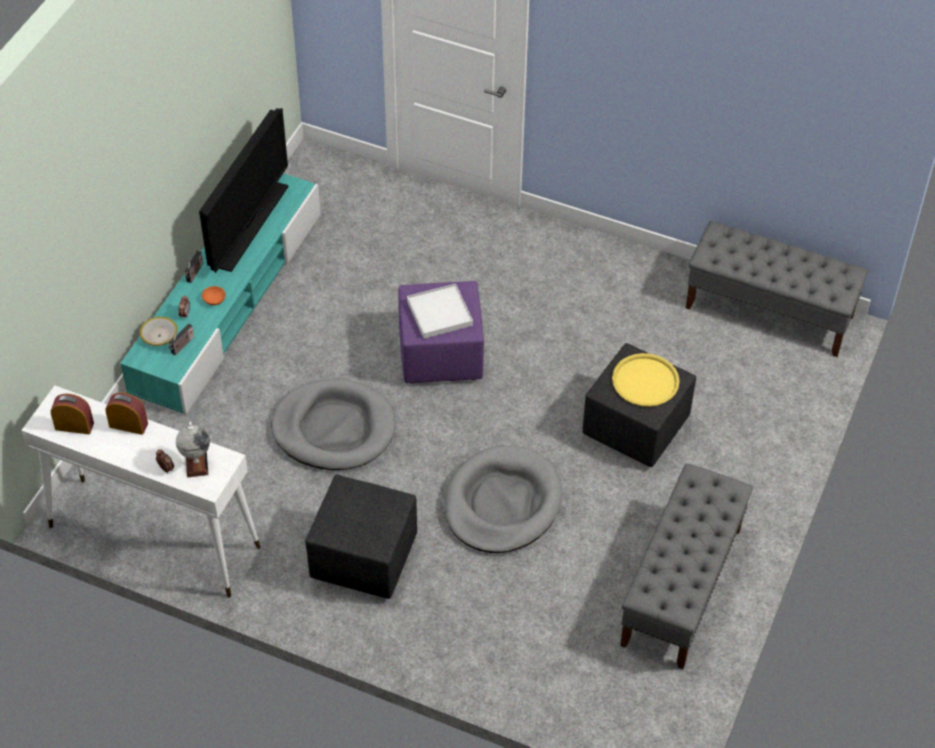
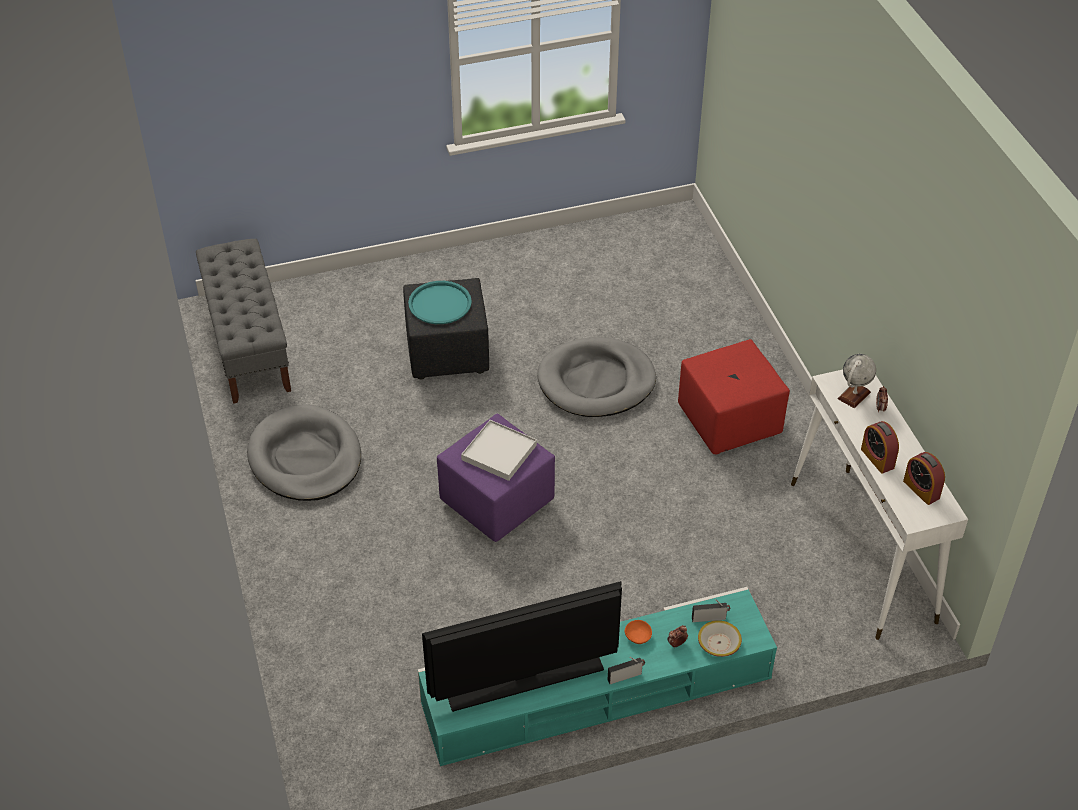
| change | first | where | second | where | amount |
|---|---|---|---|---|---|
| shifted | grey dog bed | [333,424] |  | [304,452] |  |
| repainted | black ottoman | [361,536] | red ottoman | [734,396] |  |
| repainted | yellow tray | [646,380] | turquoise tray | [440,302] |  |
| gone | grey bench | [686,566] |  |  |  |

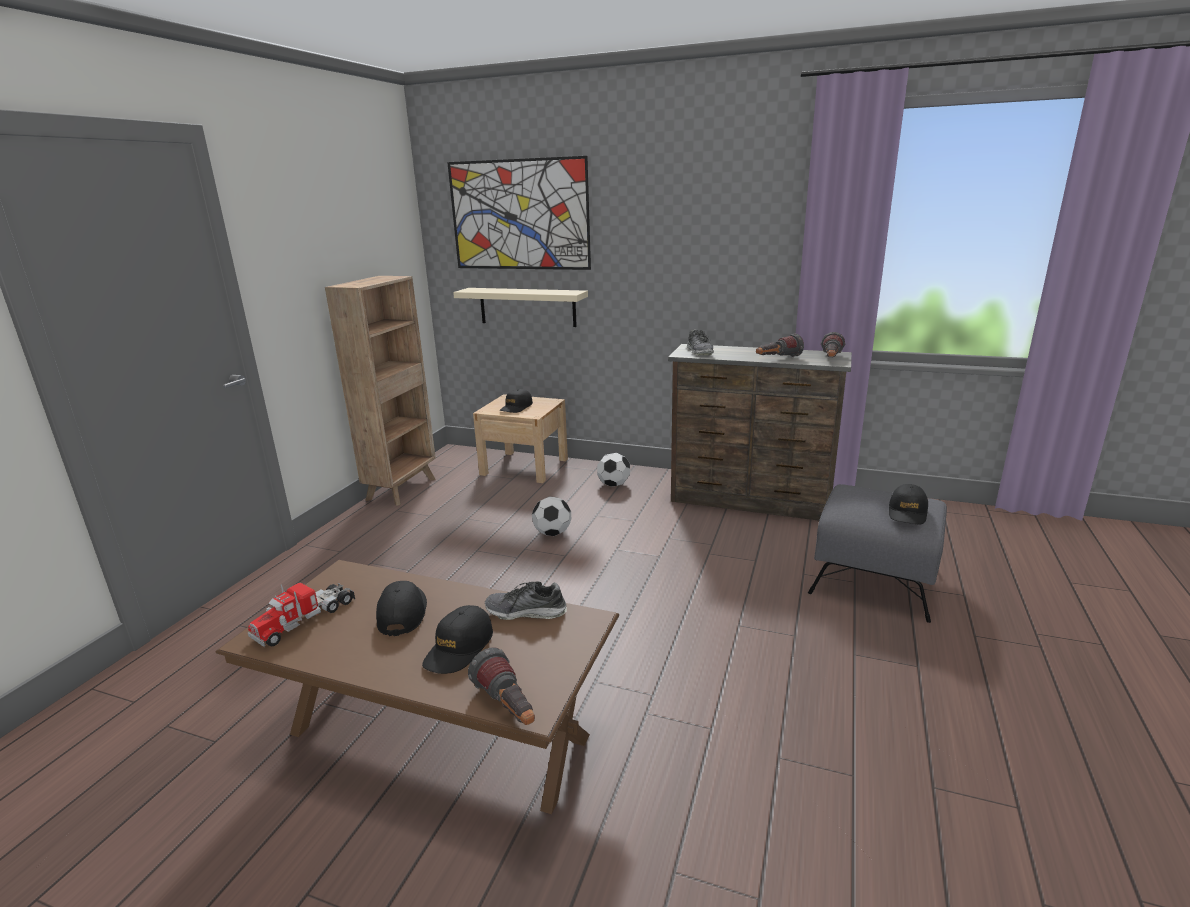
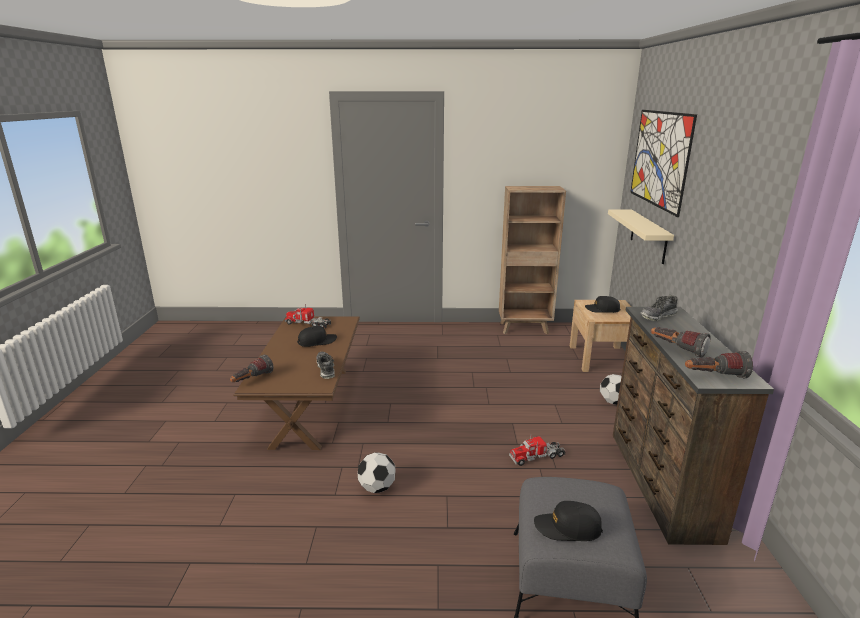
| change | first | where | second | where | amount |
|---|---|---|---|---|---|
| gone | black cap | [457,639] |  |  |  |
| shifted | football | [551,516] |  | [376,472] |  |
| new |  |  | toy truck | [537,451] |  |

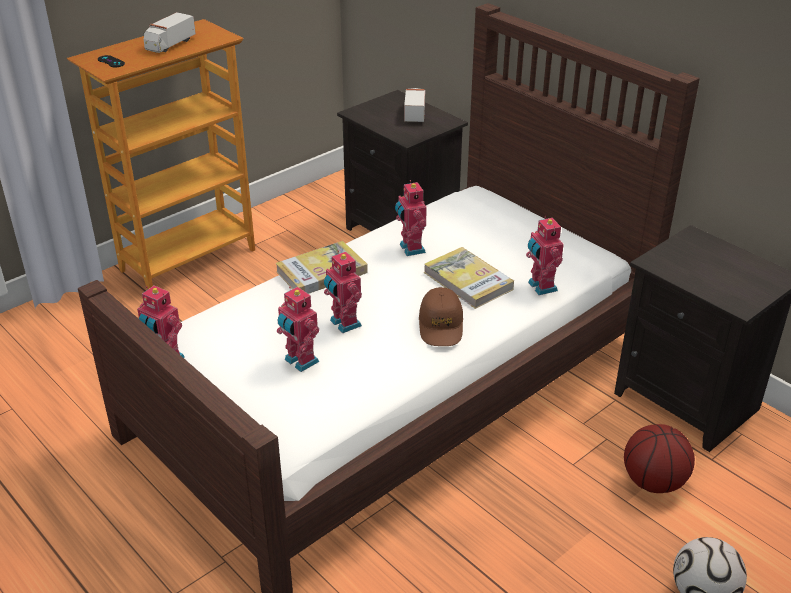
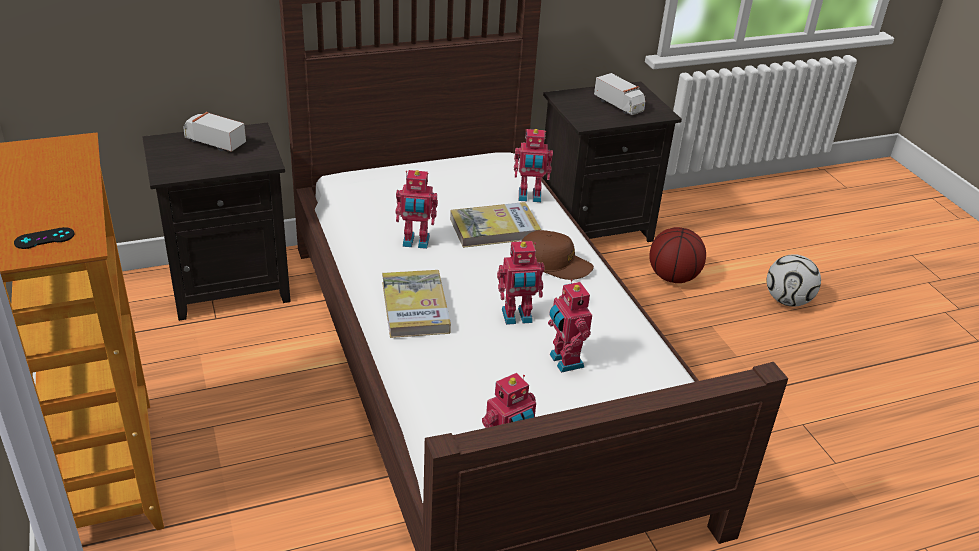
| change | first | where | second | where | amount |
|---|---|---|---|---|---|
| shifted | toy truck | [170,32] |  | [619,94] |  |
| rotated | toy robot | [298,329] |  | [570,326] | 90 degrees clockwise |

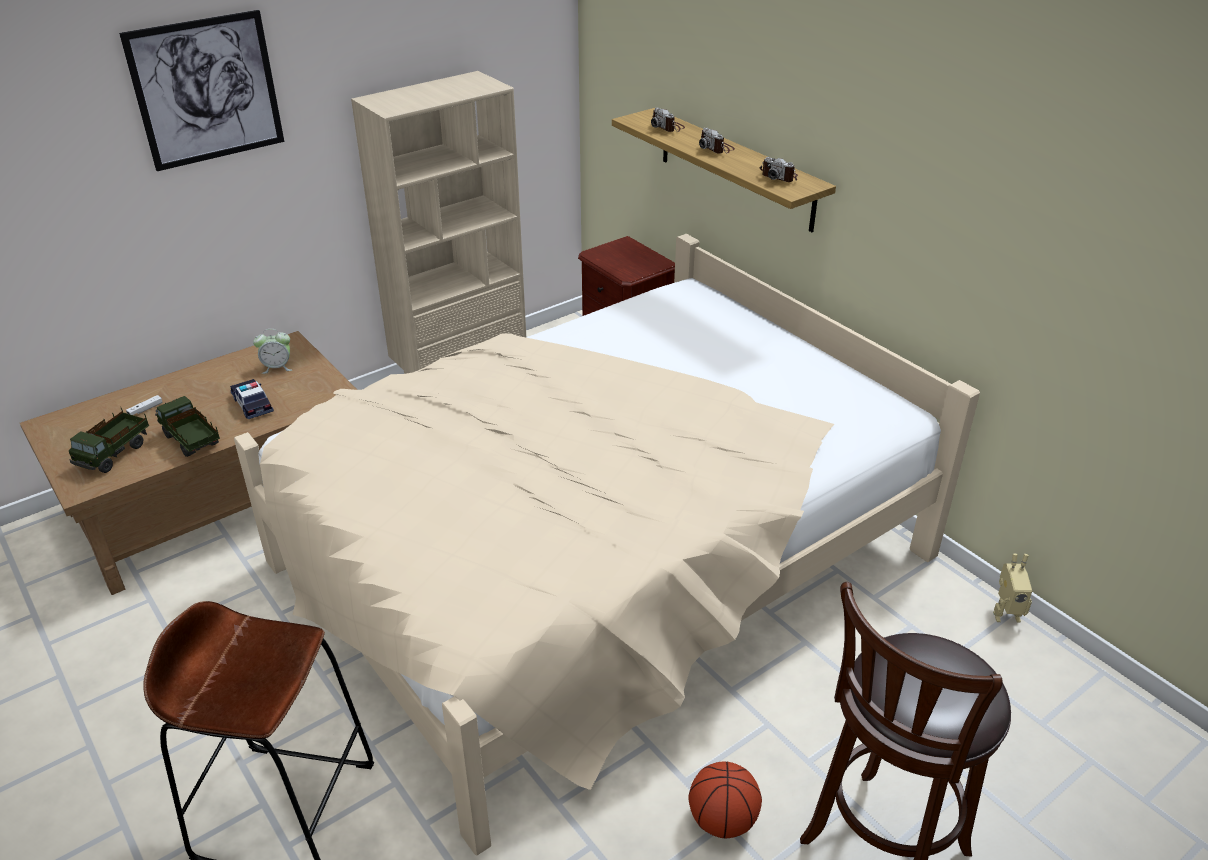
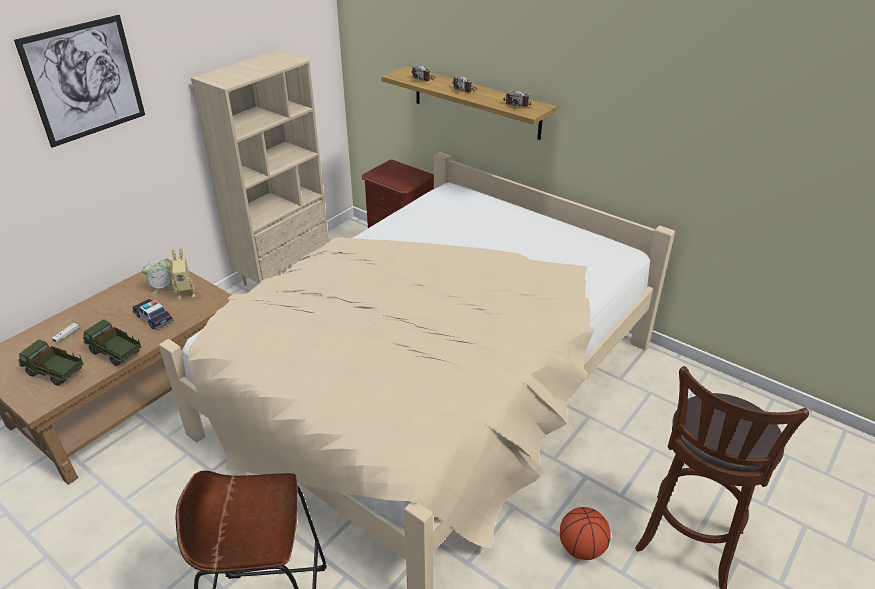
| change | first | where | second | where | amount |
|---|---|---|---|---|---|
| rotated | toy truck | [109,440] |  | [50,363] | 105 degrees clockwise |
| shifted | toy robot | [1012,588] |  | [183,274] |  |

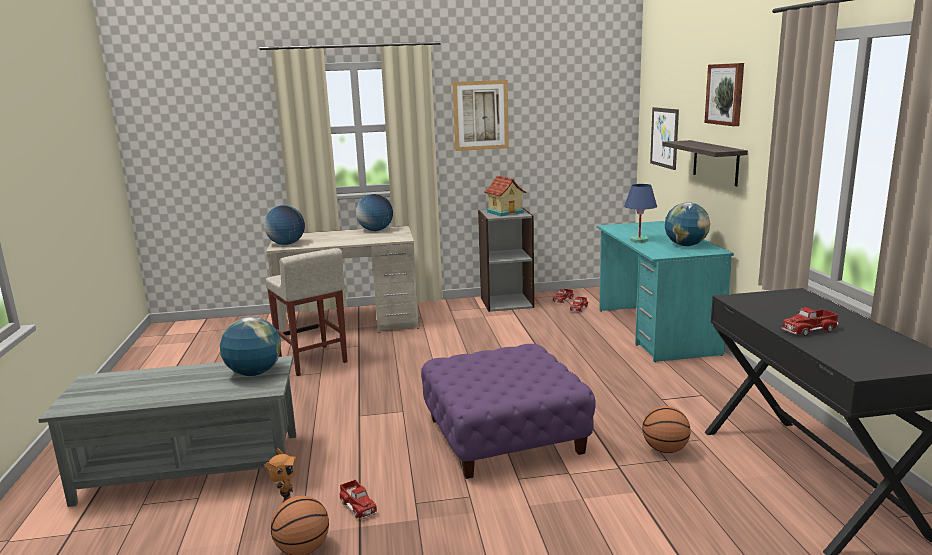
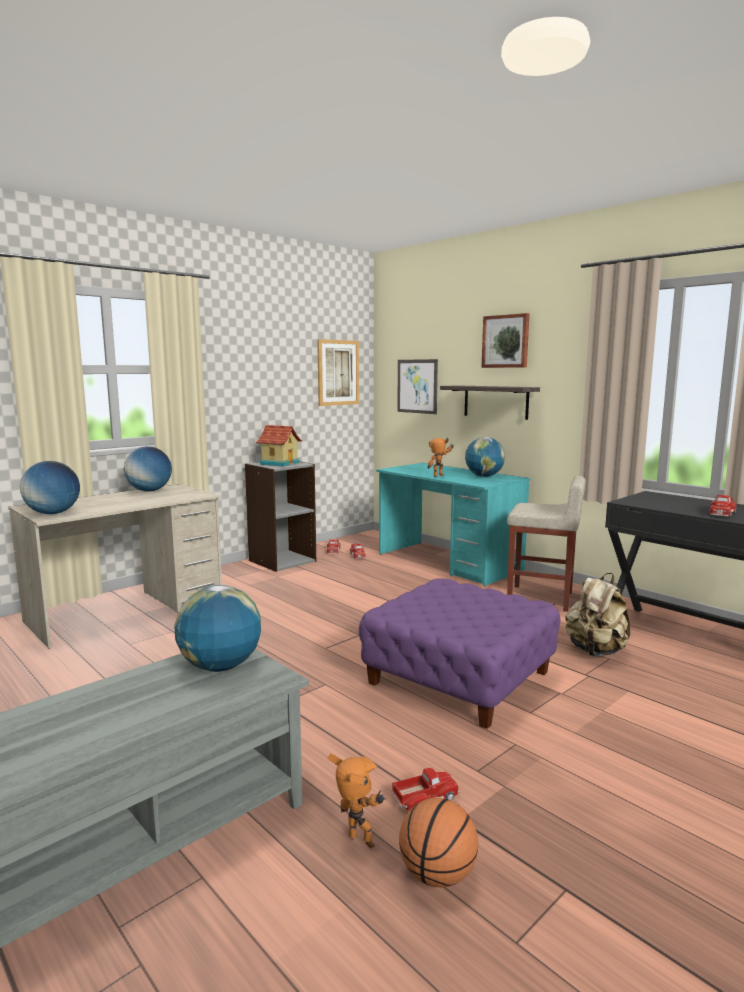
| change | first | where | second | where | amount |
|---|---|---|---|---|---|
| shifted | beige stool | [306,312] |  | [546,543] |  |
| rotated | toy truck | [358,499] |  | [426,789] | 45 degrees counterclockwise |
| shifted | picture | [480,115] |  | [338,372] |  |
| swapped | blue table lamp | [640,213] | toy robot | [441,457] |  |
| swapped | basketball | [666,429] | beige backpack | [597,614] |  |

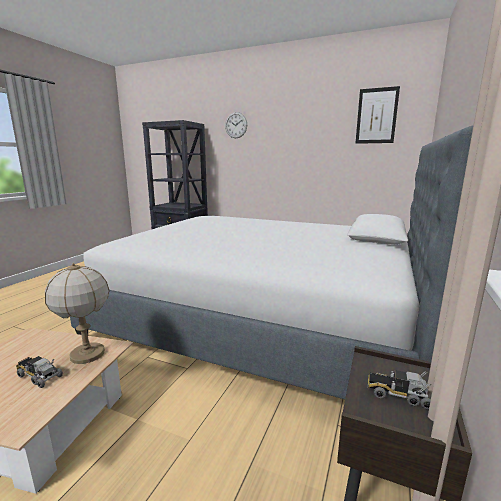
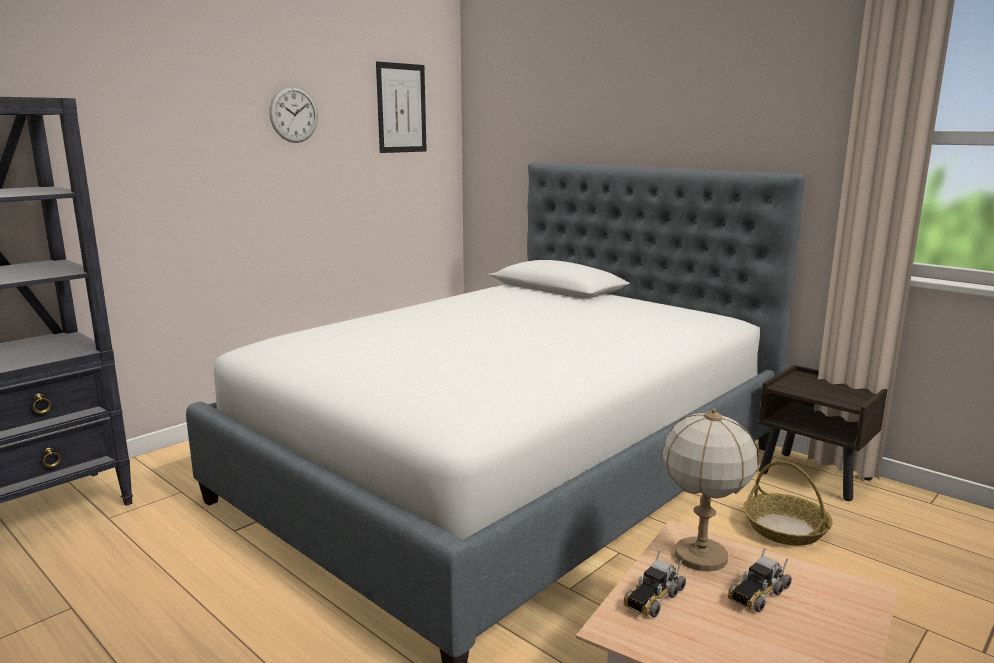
| change | first | where | second | where | amount |
|---|---|---|---|---|---|
| shifted | wall clock | [236,125] |  | [293,114] |  |
| shifted | toy truck | [399,390] |  | [655,584] |  |
| new |  |  | basket | [788,503] |  |

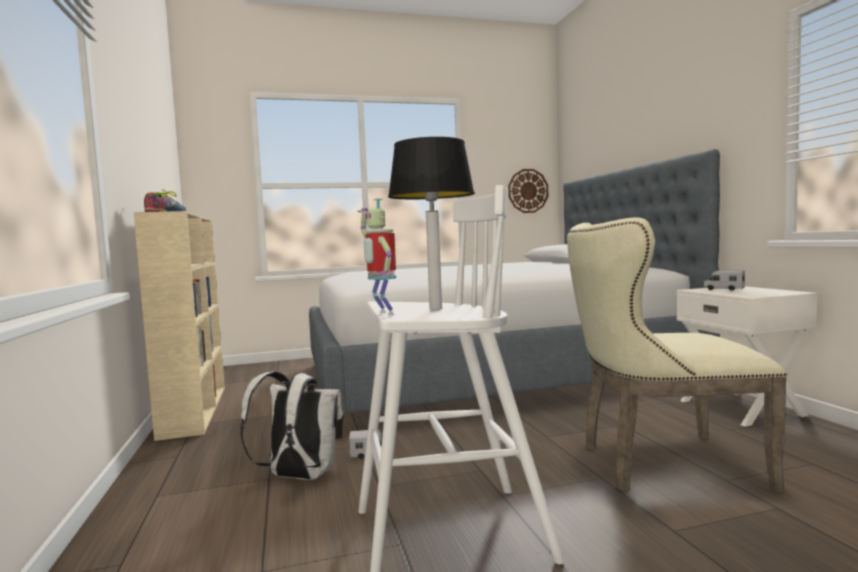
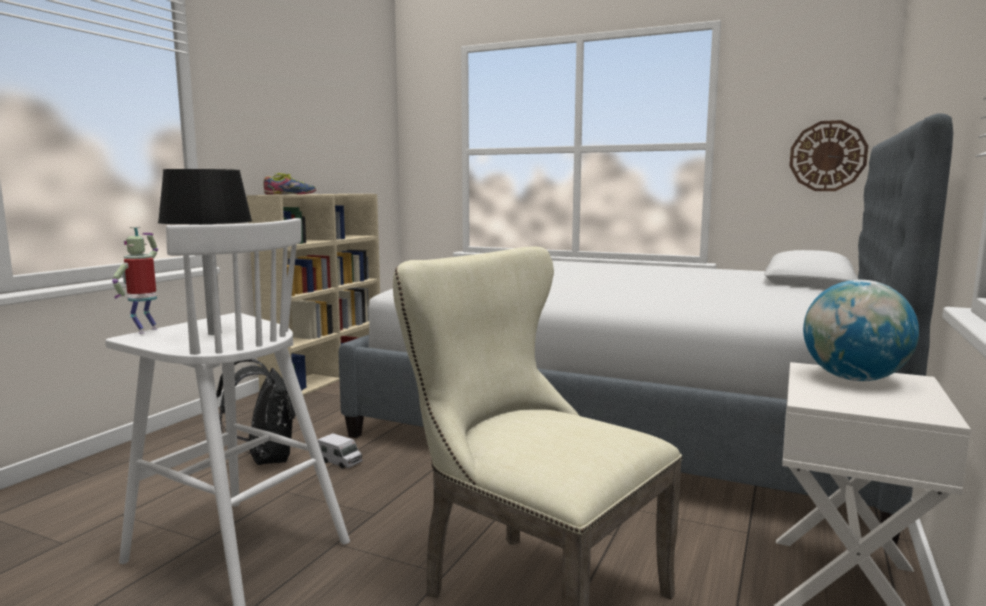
| change | first | where | second | where | amount |
|---|---|---|---|---|---|
| repainted | white backpack | [292,425] | black backpack | [256,412] |  |
| swapped | toy truck | [724,281] | globe | [861,330] |  |

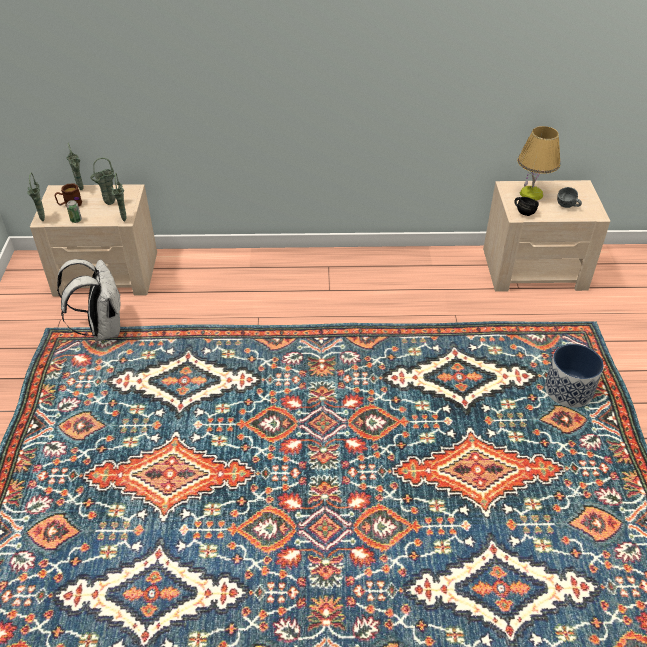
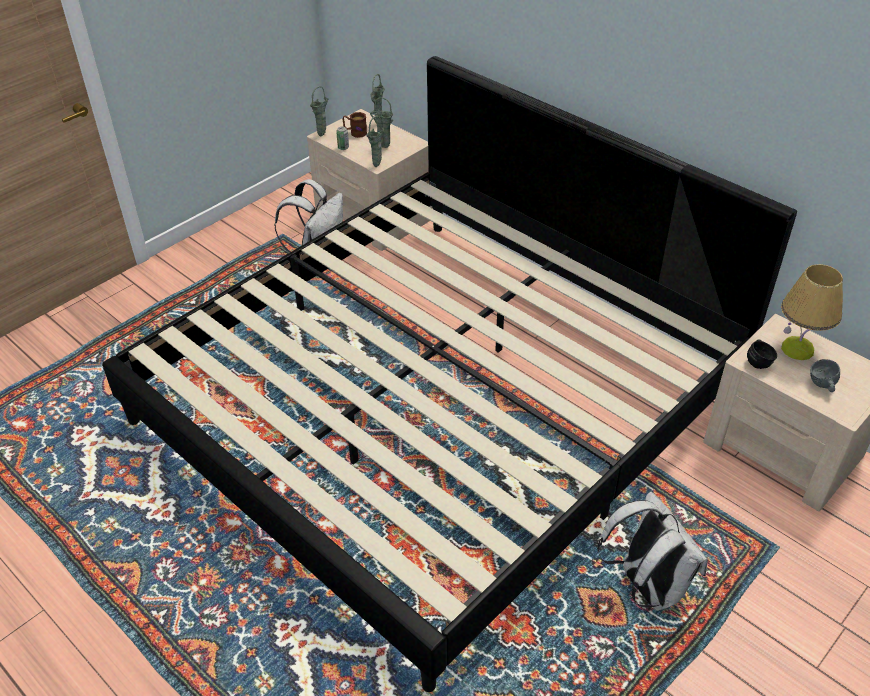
| change | first | where | second | where | amount |
|---|---|---|---|---|---|
| swapped | planter | [574,376] | white backpack | [652,551] |  |
| new |  |  | bed | [449,374] |  |

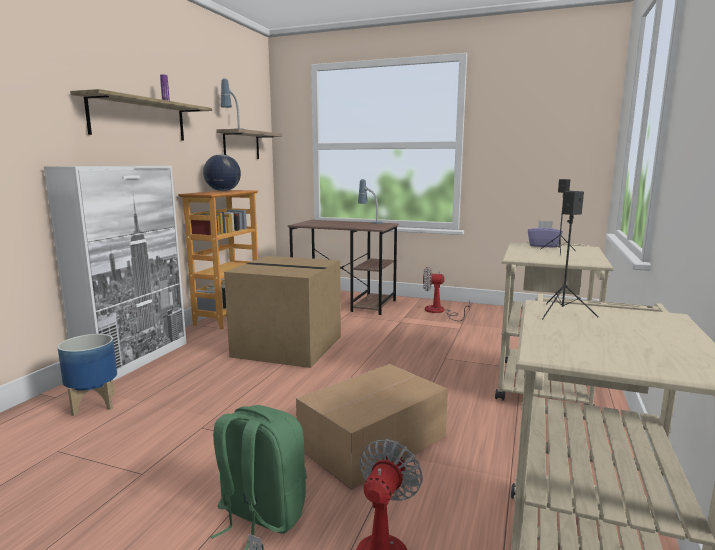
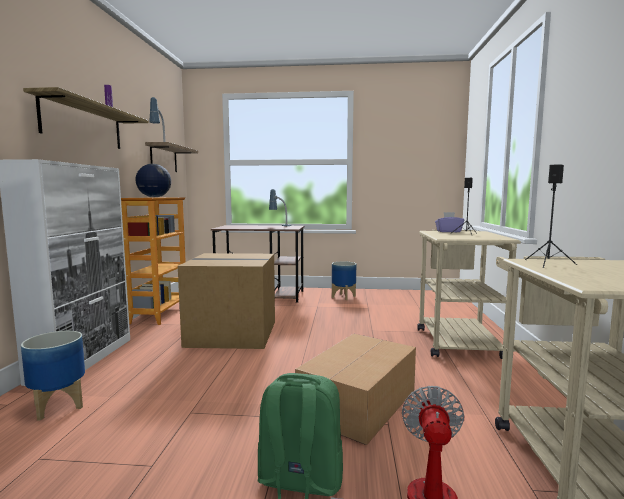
| change | first | where | second | where | amount |
|---|---|---|---|---|---|
| swapped | fan | [446,294] | planter | [344,281] |  |

